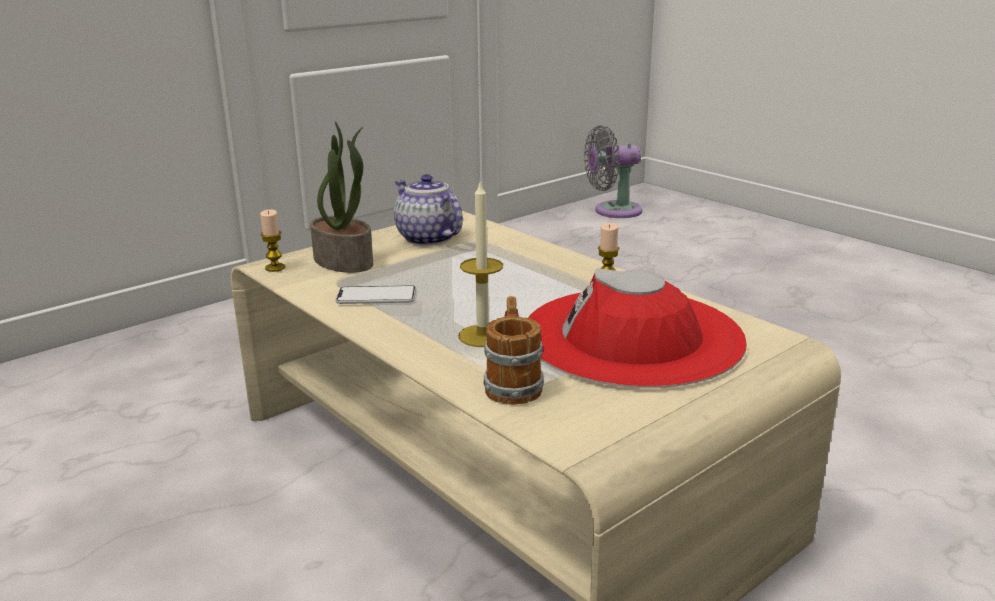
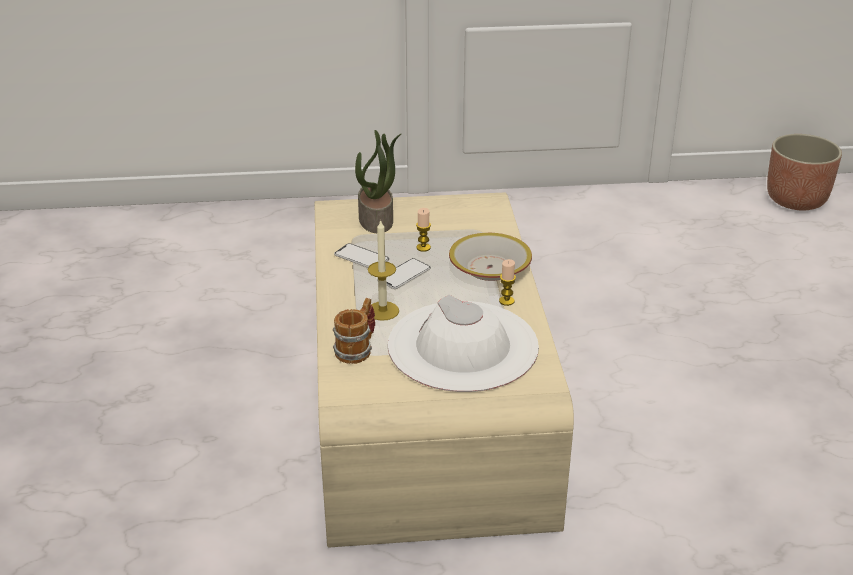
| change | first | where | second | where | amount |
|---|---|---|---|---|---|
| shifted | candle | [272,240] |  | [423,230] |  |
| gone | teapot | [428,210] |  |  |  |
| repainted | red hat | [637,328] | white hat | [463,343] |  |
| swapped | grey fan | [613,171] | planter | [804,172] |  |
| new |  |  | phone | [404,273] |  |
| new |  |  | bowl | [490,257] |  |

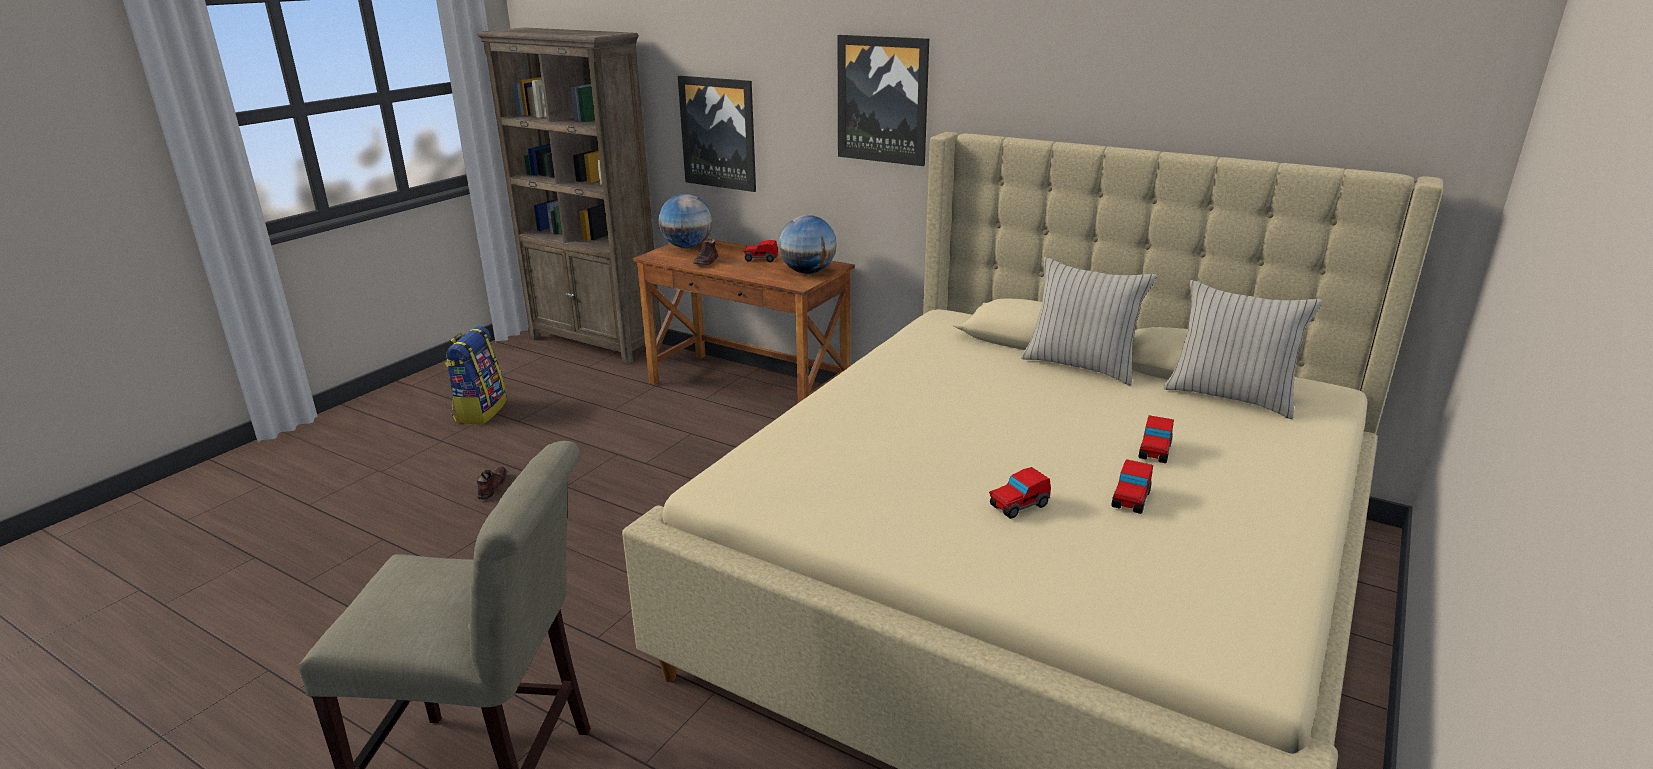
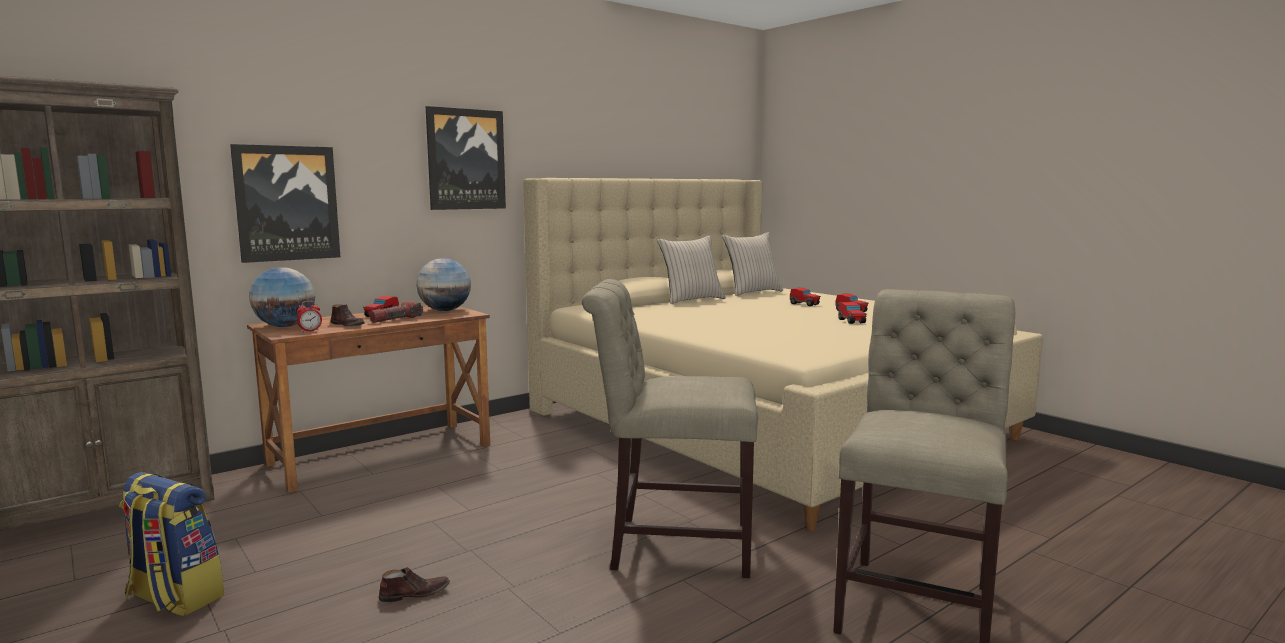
| change | first | where | second | where | amount |
|---|---|---|---|---|---|
| rotated | brown shoe | [492,483] |  | [414,584] | 135 degrees clockwise |
| new |  |  | alarm clock | [309,316] |  |
| new |  |  | flashlight | [396,312] |  |
| new |  |  | beige chair | [670,428] |  |

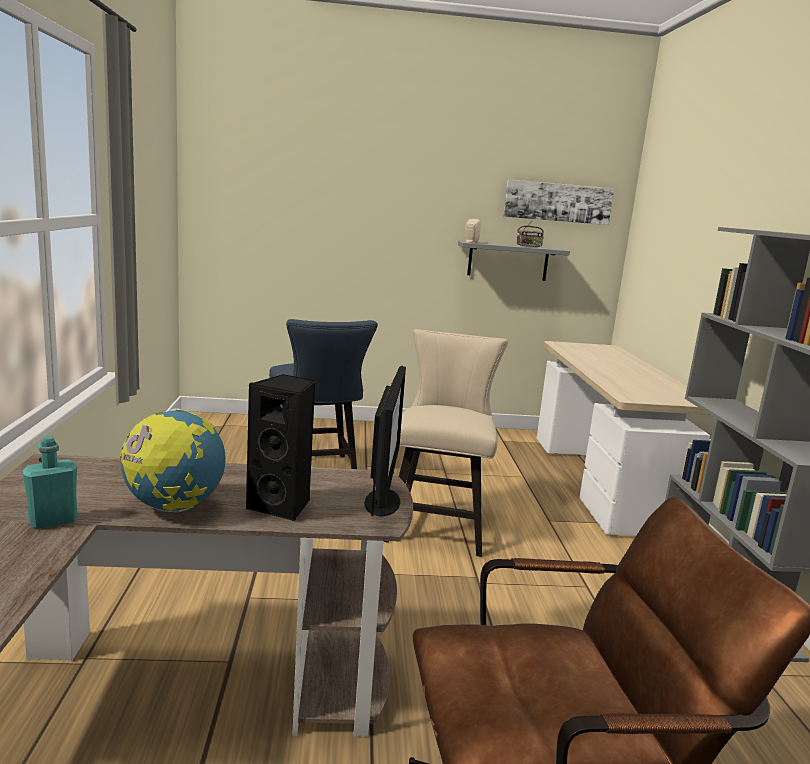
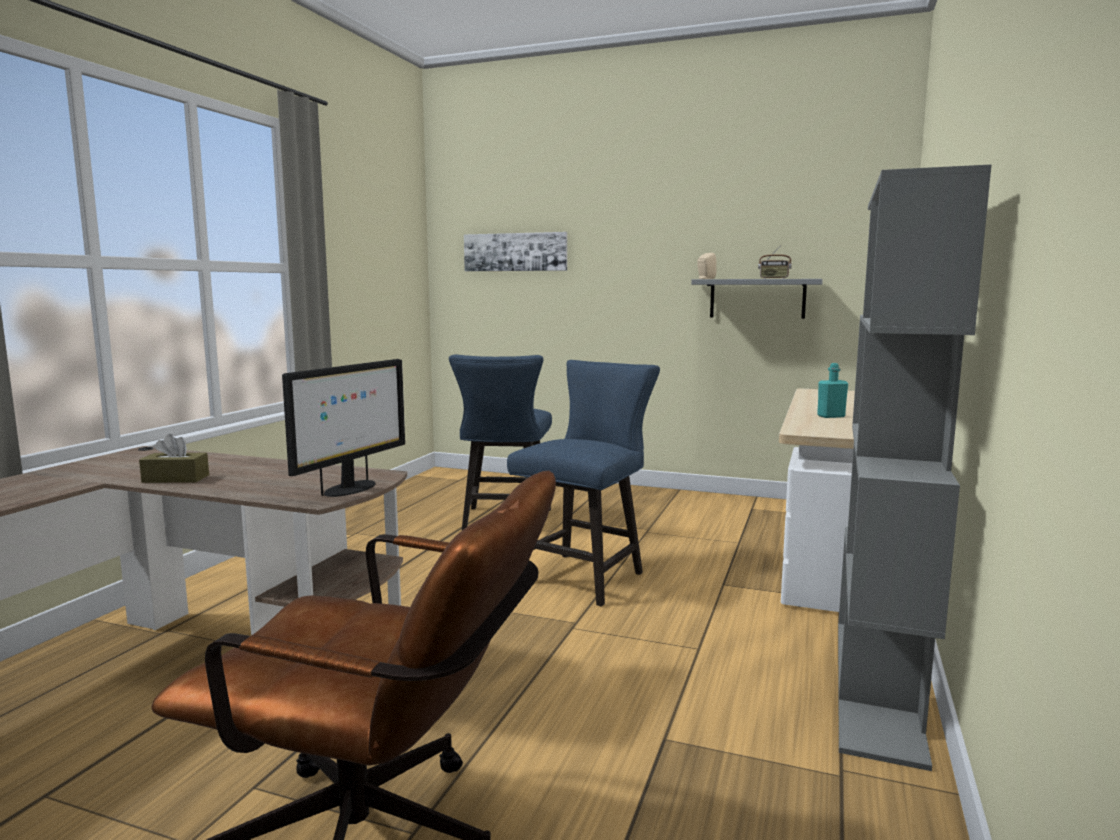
| change | first | where | second | where | amount |
|---|---|---|---|---|---|
| shifted | turquoise bottle | [50,482] |  | [832,390] |  |
| swapped | globe | [173,460] | brown tissue box | [174,458] |  |
| gone | black speaker | [281,448] |  |  |  |
| repainted | beige chair | [445,443] | blue chair | [583,483] |  |
| shifted | picture | [558,202] |  | [515,251] |  |

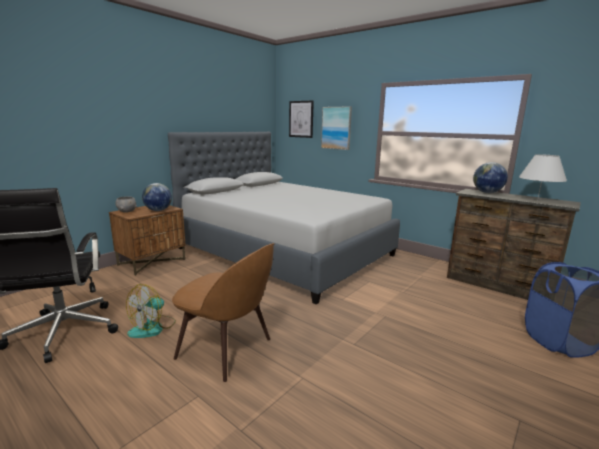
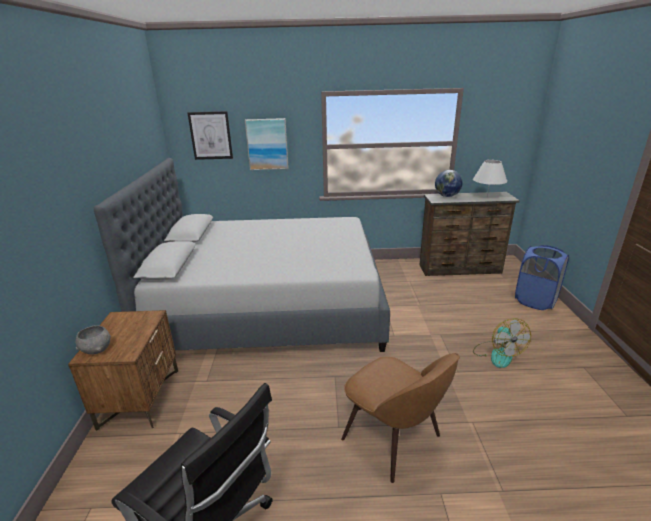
| change | first | where | second | where | amount |
|---|---|---|---|---|---|
| shifted | fan | [151,311] |  | [502,343] |  |
| gone | globe | [157,197] |  |  |  |
| rotated | brown chair | [223,312] |  | [400,418] | 60 degrees clockwise |

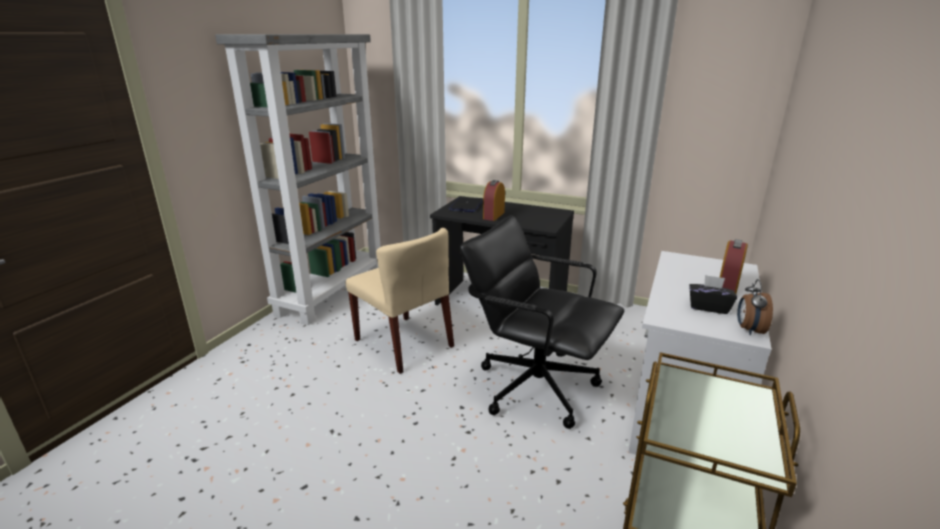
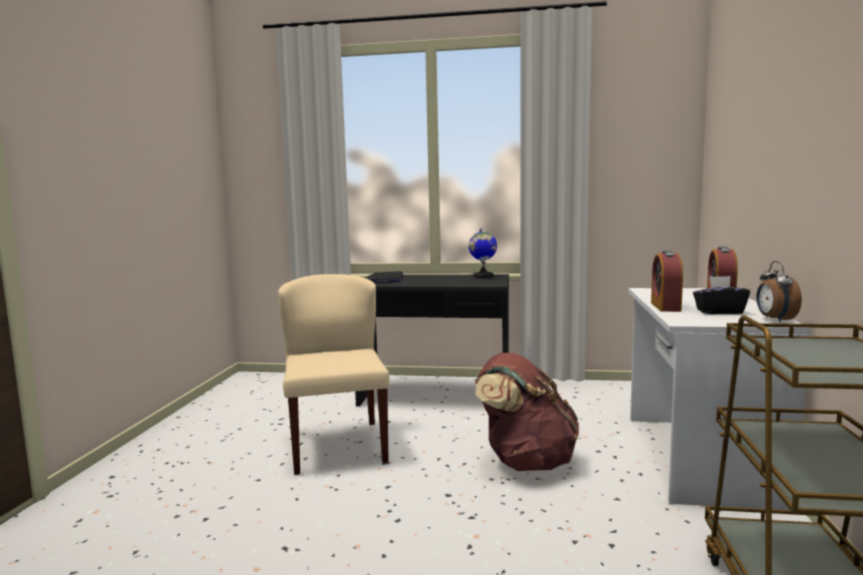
| change | first | where | second | where | amount |
|---|---|---|---|---|---|
| gone | grey bookcase | [298,179] |  |  |  |
| rotated | beige chair | [400,301] |  | [334,374] | 135 degrees counterclockwise |
| swapped | black office chair | [542,322] | brown backpack | [527,412] |  |
| shifted | alarm clock | [494,200] |  | [667,281] |  |
| new |  |  | globe | [482,253] |  |

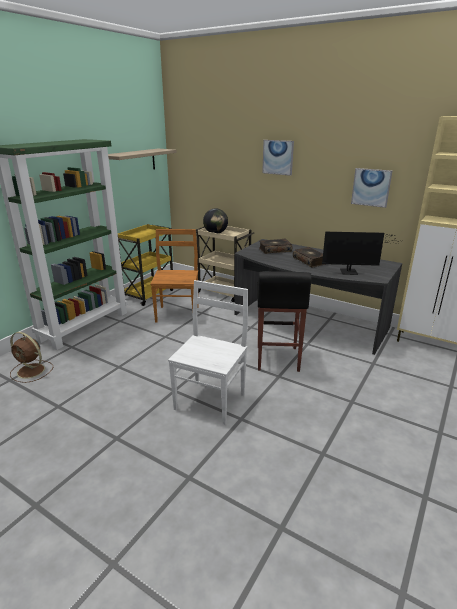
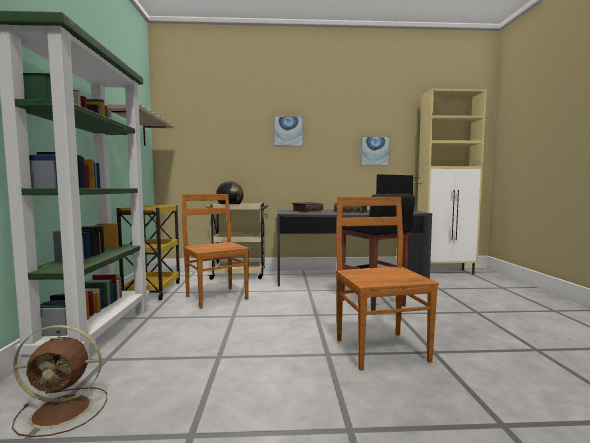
| change | first | where | second | where | amount |
|---|---|---|---|---|---|
| repainted | white chair | [208,352] | brown chair | [387,284] |  |

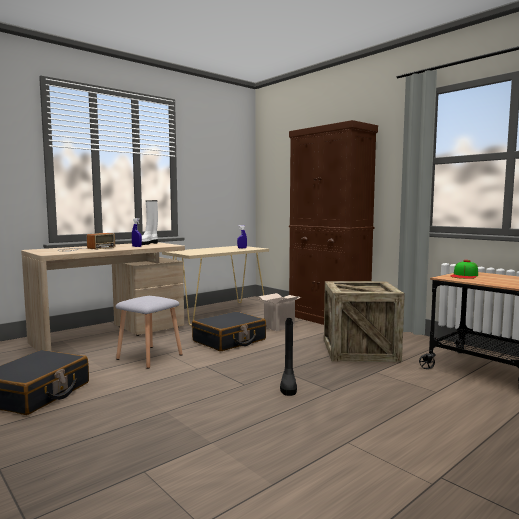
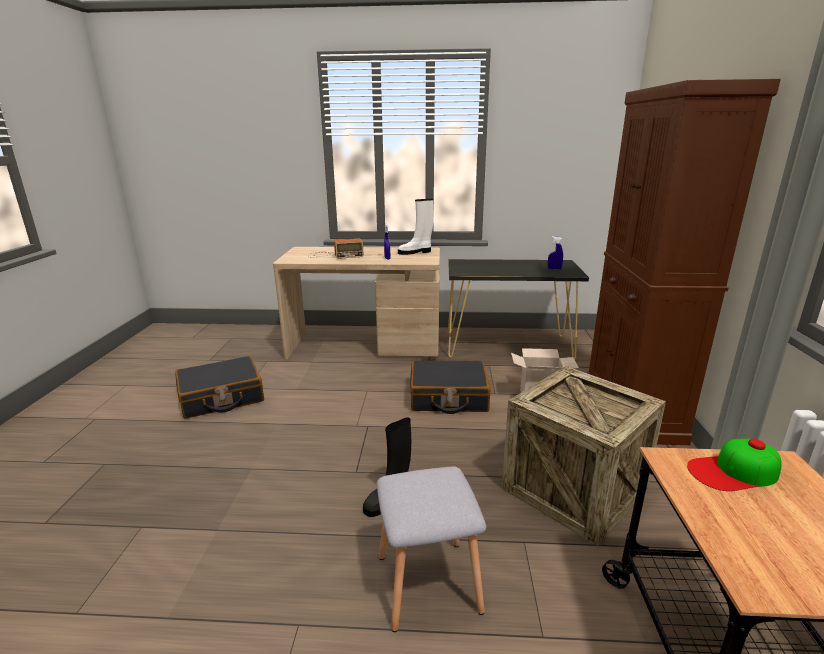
| change | first | where | second | where | amount |
|---|---|---|---|---|---|
| shifted | grey stool | [148,332] |  | [431,549] |  |
| repainted | beige console table | [215,286] | black console table | [518,309] |  |

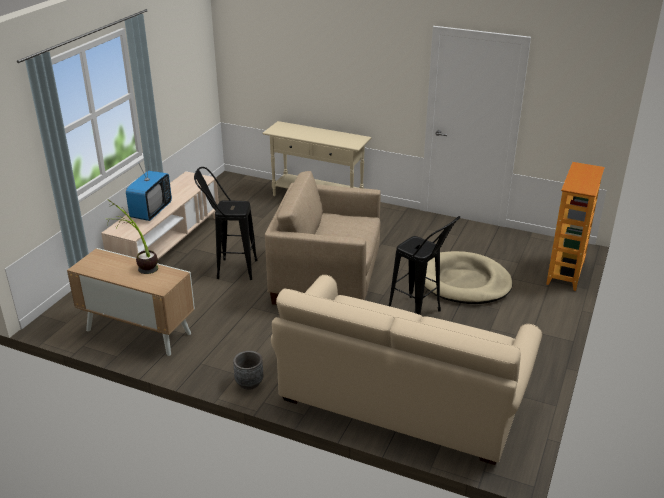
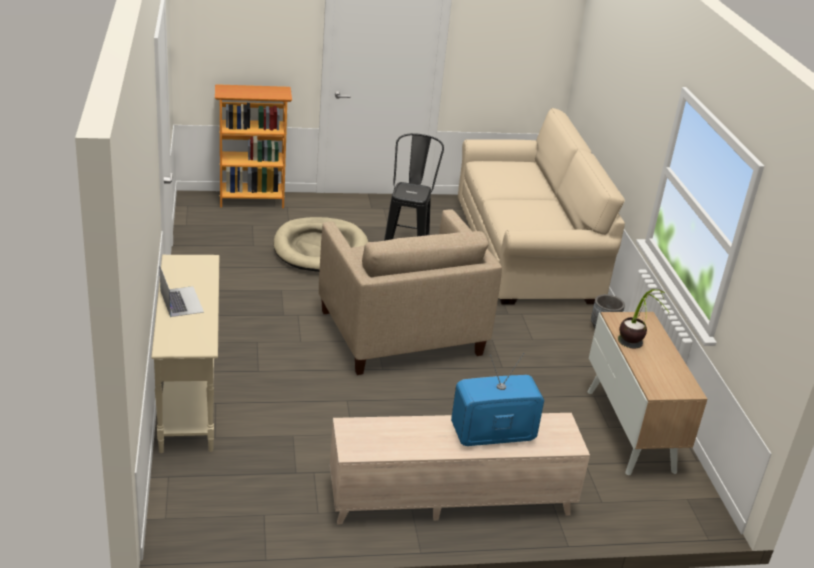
| change | first | where | second | where | amount |
|---|---|---|---|---|---|
| gone | black stool | [226,223] |  |  |  |
| new |  |  | laptop | [181,290] |  |

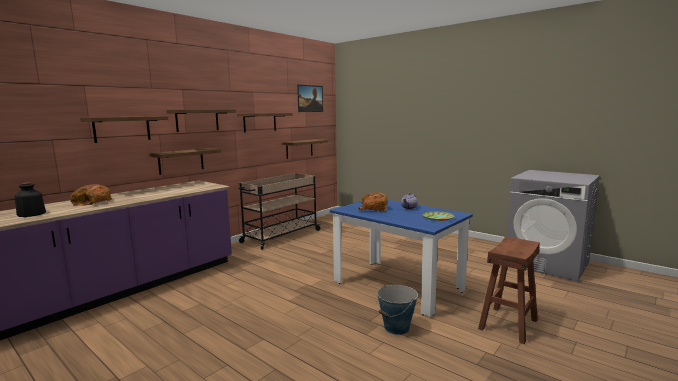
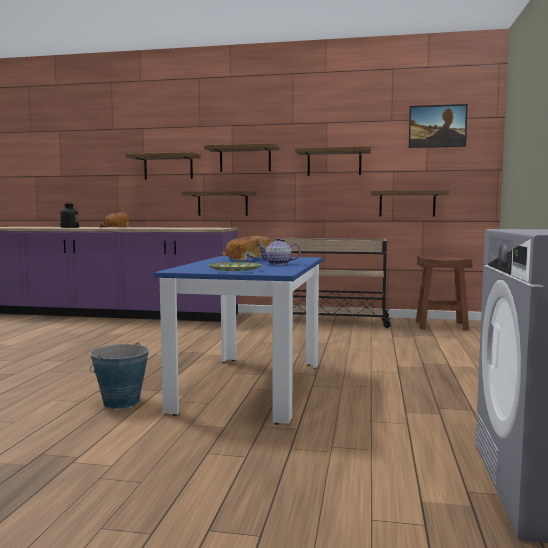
| change | first | where | second | where | amount |
|---|---|---|---|---|---|
| shifted | brown stool | [509,290] |  | [444,293] |  |

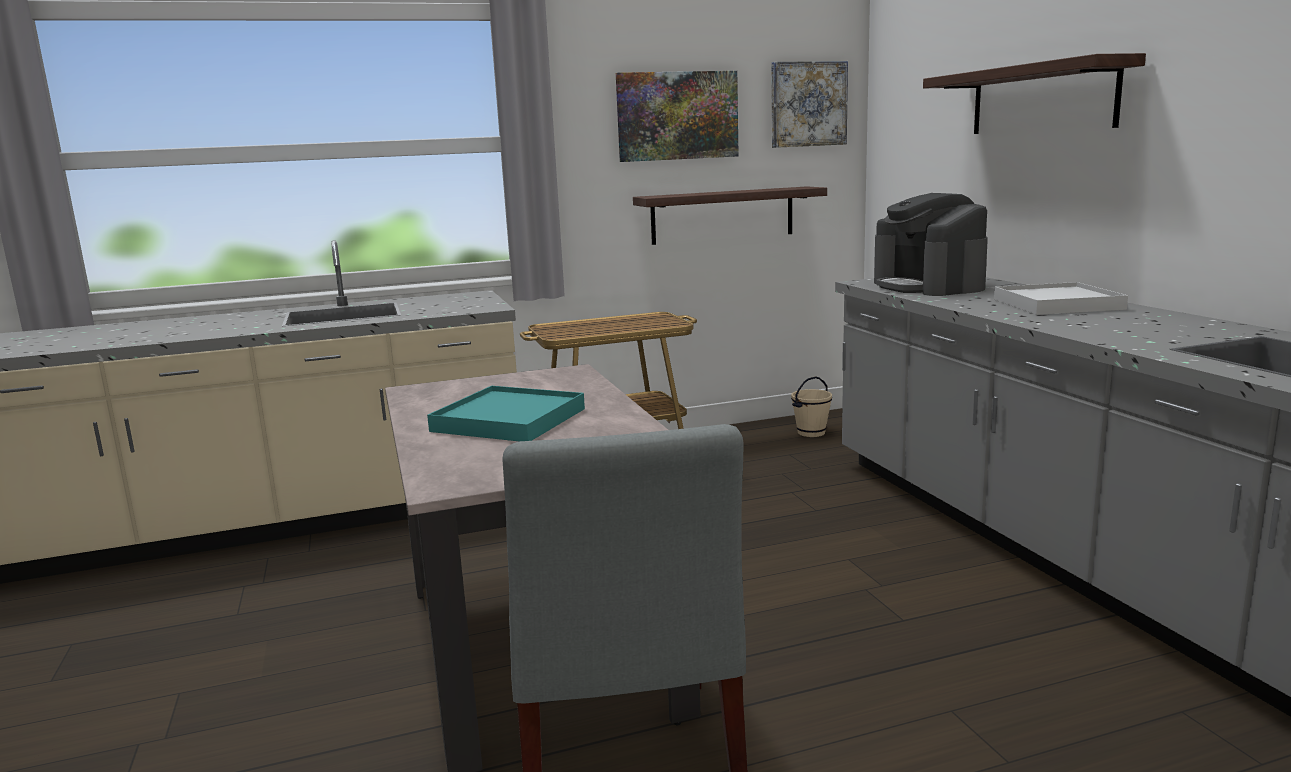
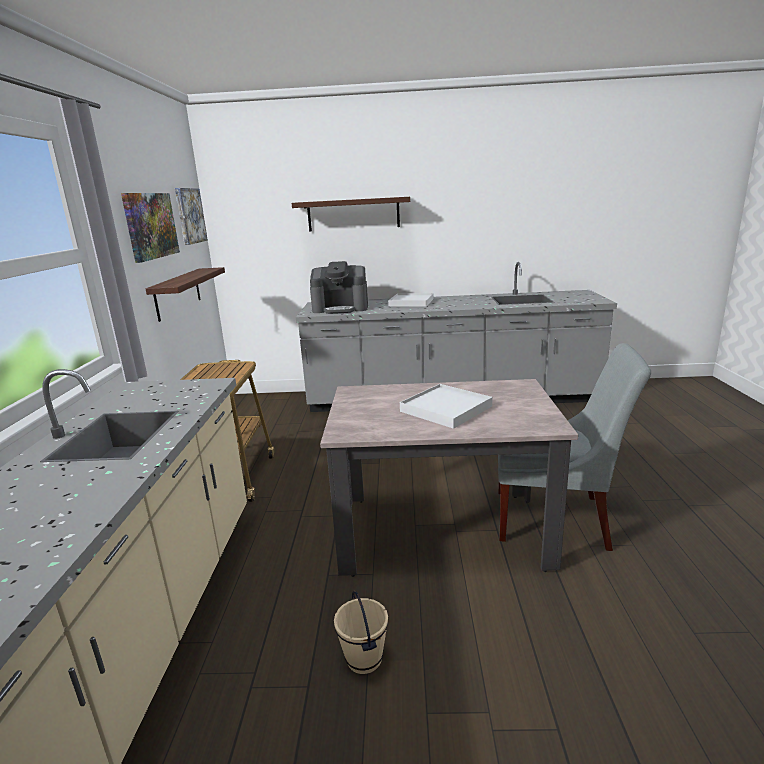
| change | first | where | second | where | amount |
|---|---|---|---|---|---|
| repainted | turquoise tray | [506,413] | white tray | [446,406] |  |
| shifted | beige bucket | [811,406] |  | [361,632] |  |

